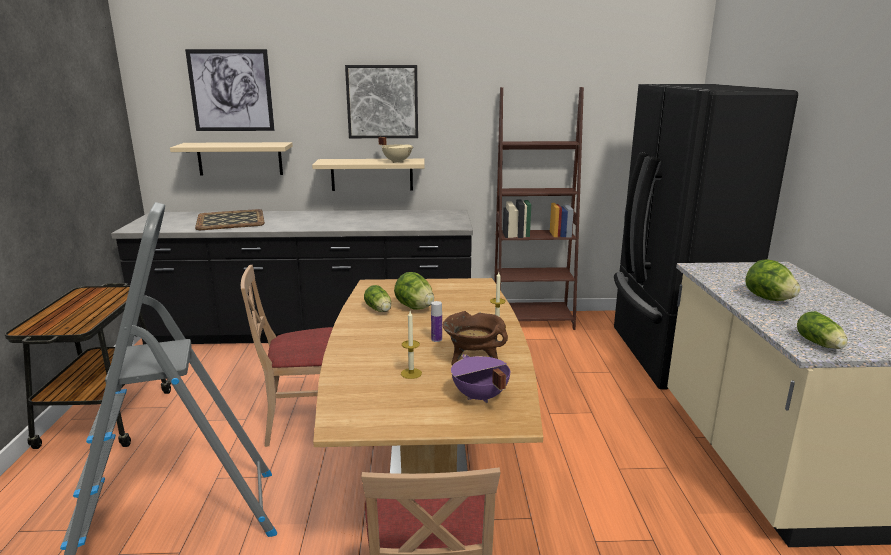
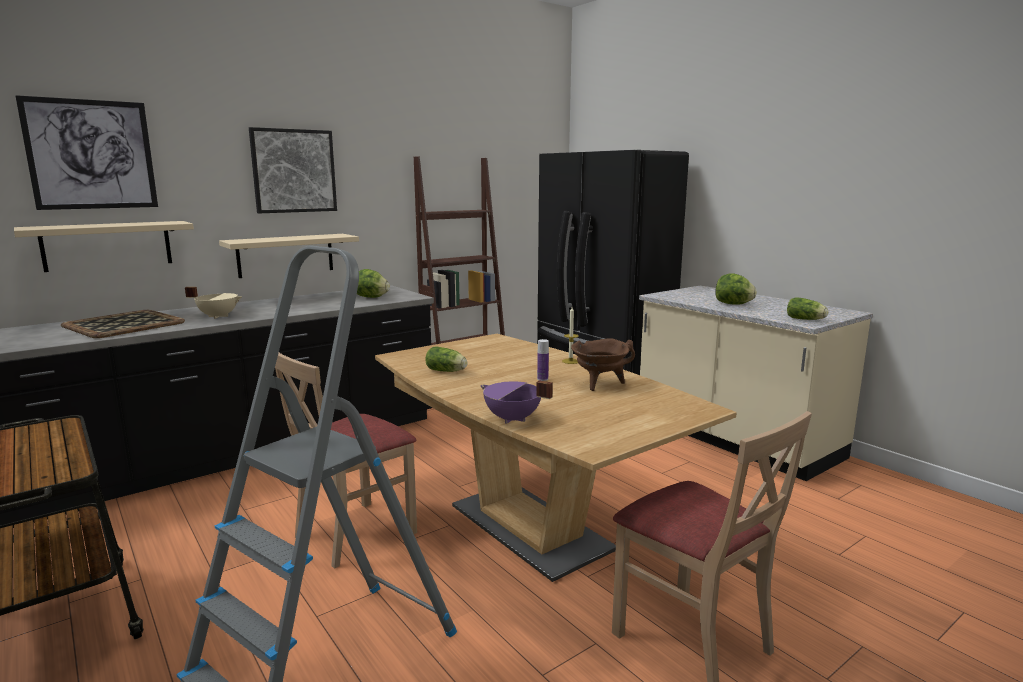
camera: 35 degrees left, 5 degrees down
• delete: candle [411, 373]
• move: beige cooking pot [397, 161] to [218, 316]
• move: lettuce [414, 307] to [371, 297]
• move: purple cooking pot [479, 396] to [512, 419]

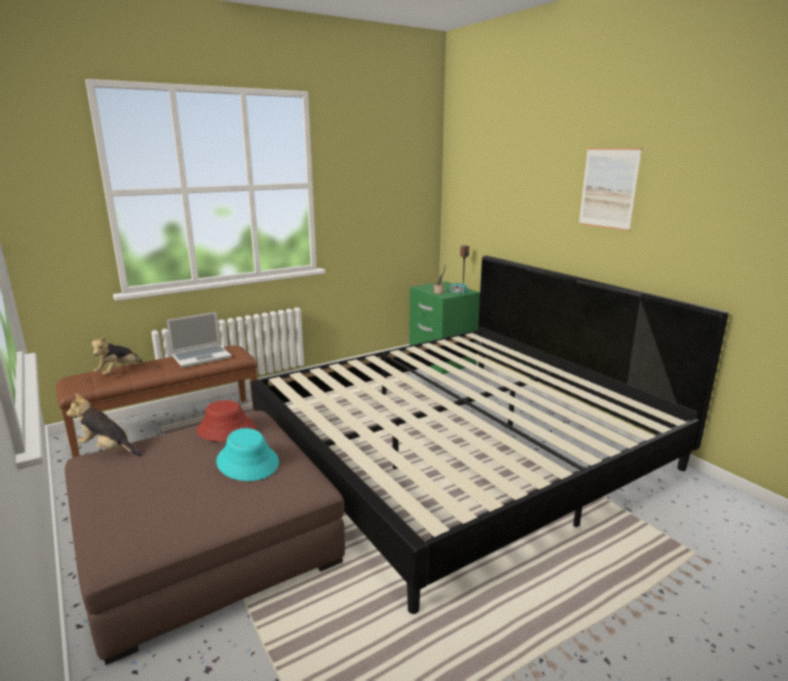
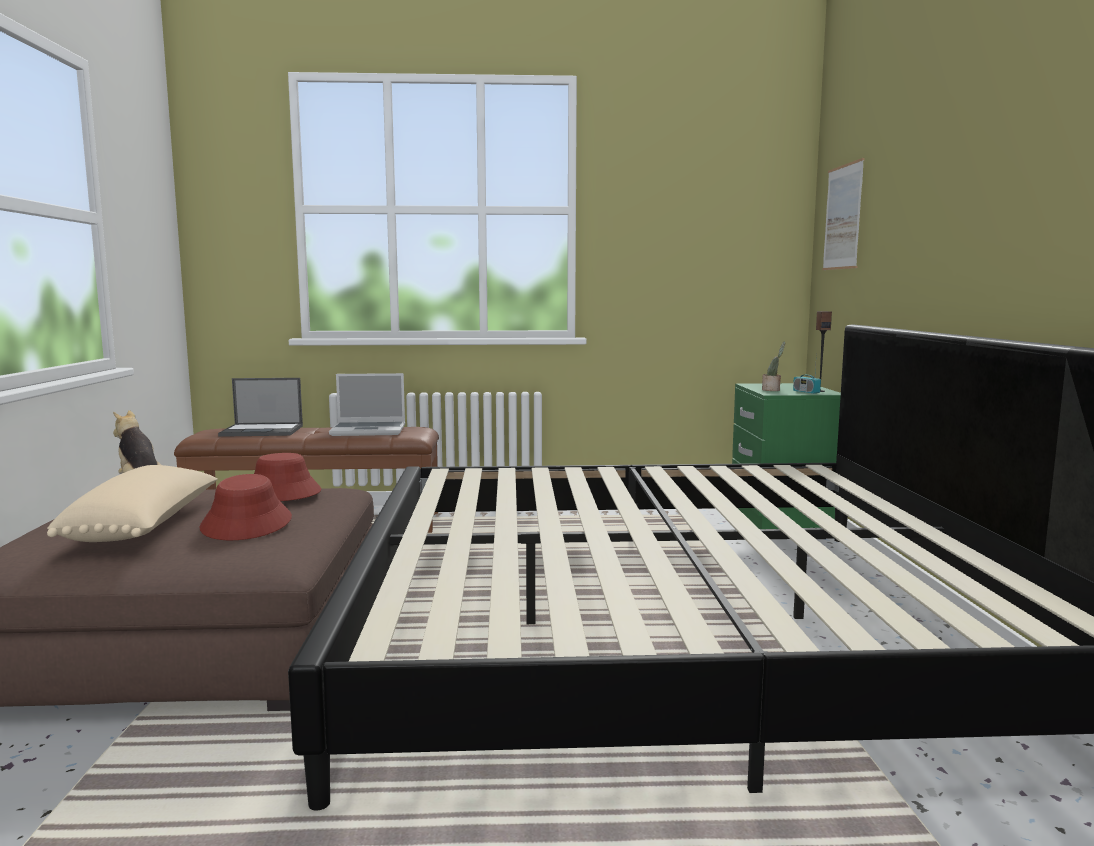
camera: 30 degrees right, 10 degrees down
• insert: beige pillow [146, 527]
• move: picture [608, 188] to [843, 217]
• replace: plush toy [119, 372] to laptop [263, 431]
• recolor: turquoise hat [248, 462] to red hat [247, 523]

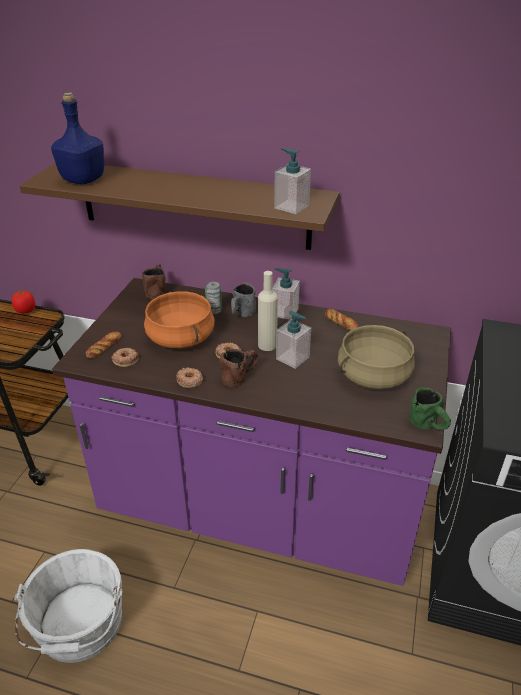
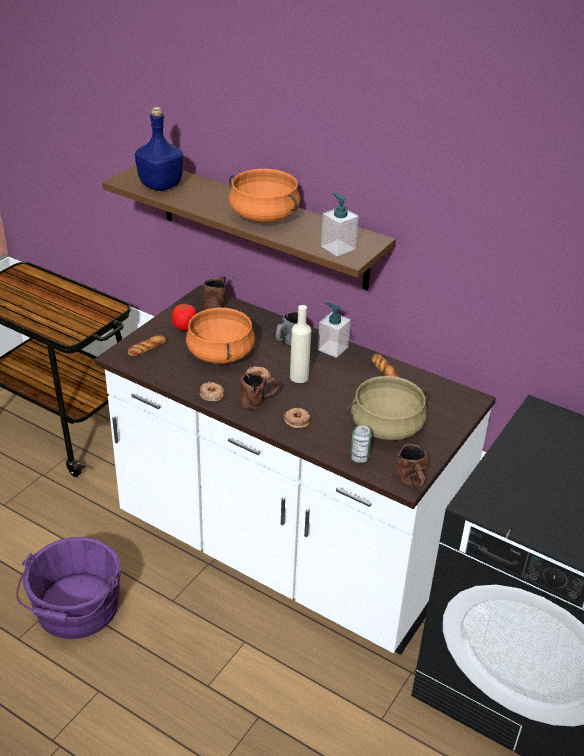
camera: 15 degrees right, 0 degrees up
• delete: soap dispenser [292, 358]
• insert: orange cooking pot [263, 216]
• move: tomato [26, 311] to [185, 327]
• move: donut [125, 359] to [297, 420]
• move: can [214, 311] to [359, 458]
• recolor: white bucket [79, 626] to purple bucket [75, 610]
• recolor: purple counter [260, 508] to white counter [284, 550]
• recolor: green mug [429, 426] to brown mug [412, 482]

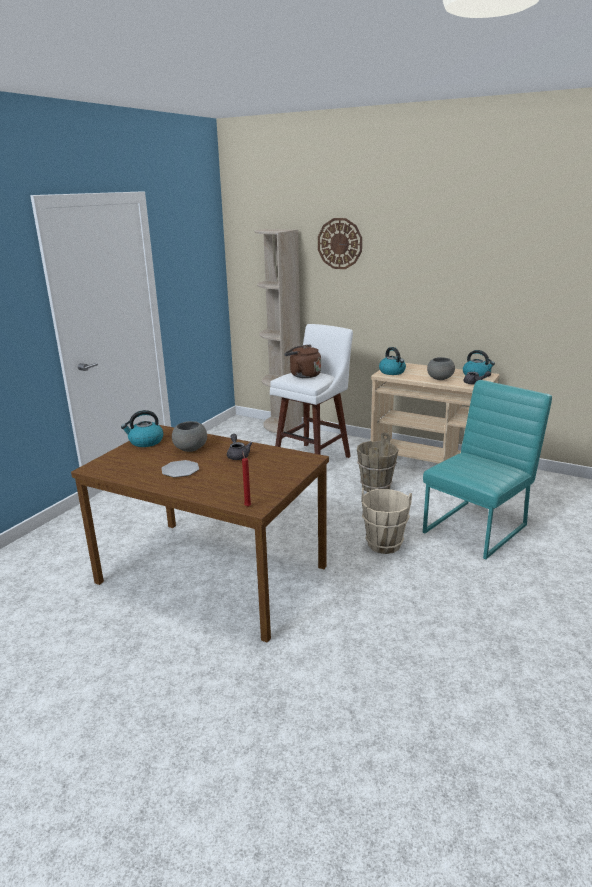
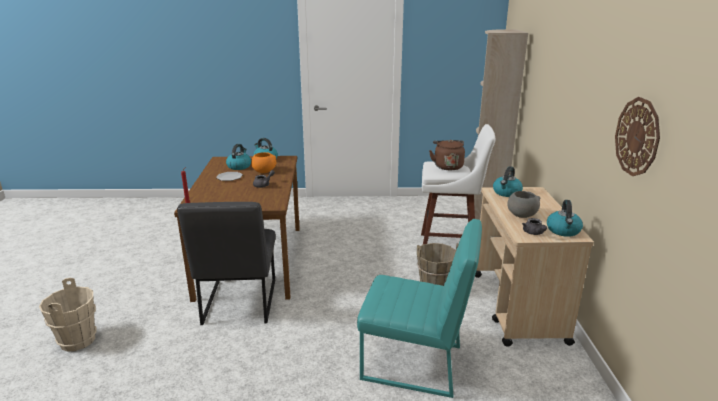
camera: 60 degrees right, 0 degrees up
• insert: grey chair [239, 303]
• insert: kettle [239, 166]
• move: wall clock [340, 243] to [637, 137]
• move: beige bucket [384, 544] to [78, 340]
• recolor: grey bowl [190, 449] to orange bowl [264, 171]

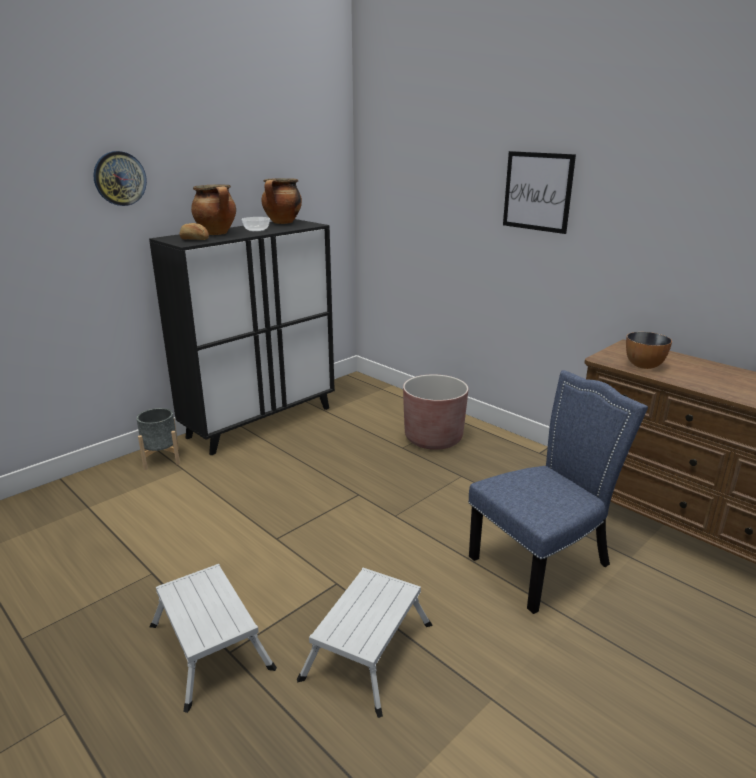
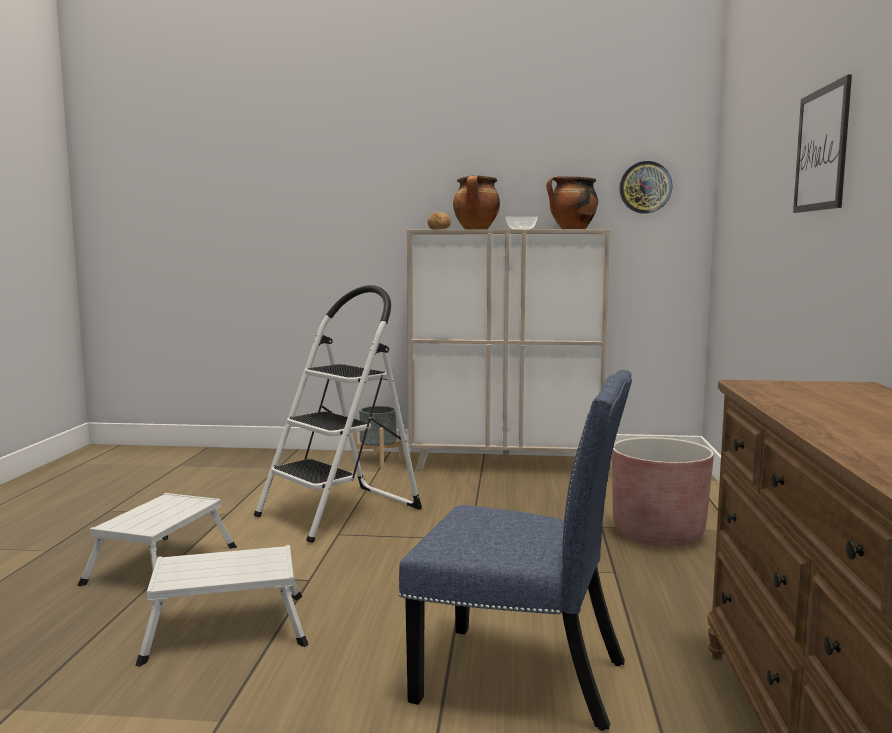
camera: 50 degrees right, 15 degrees down
• delete: bowl [644, 366]
• insert: step ladder [344, 512]
• move: wall clock [119, 178] to [645, 187]
• recolor: black cabinet [261, 422] to beige cabinet [505, 464]

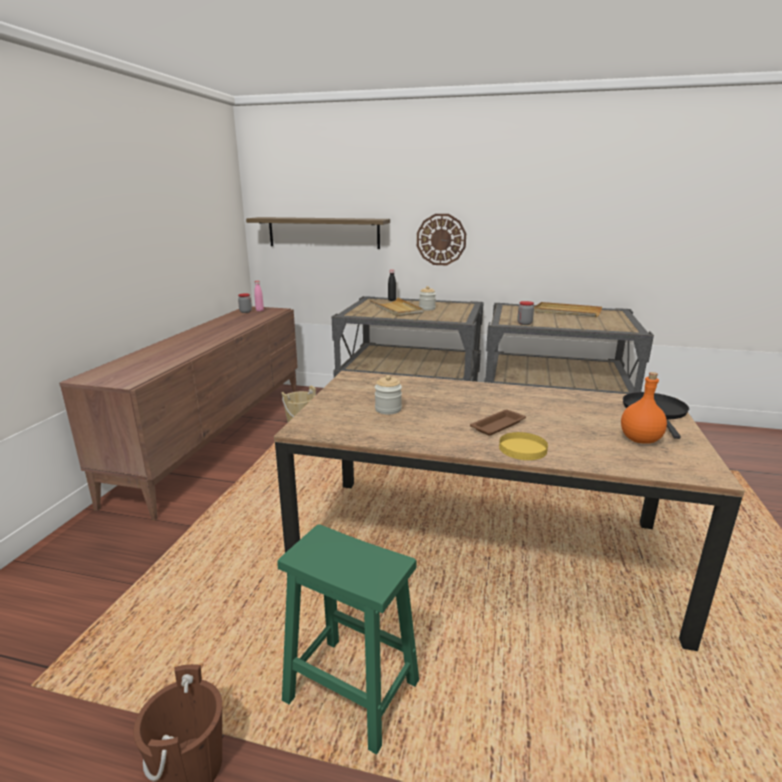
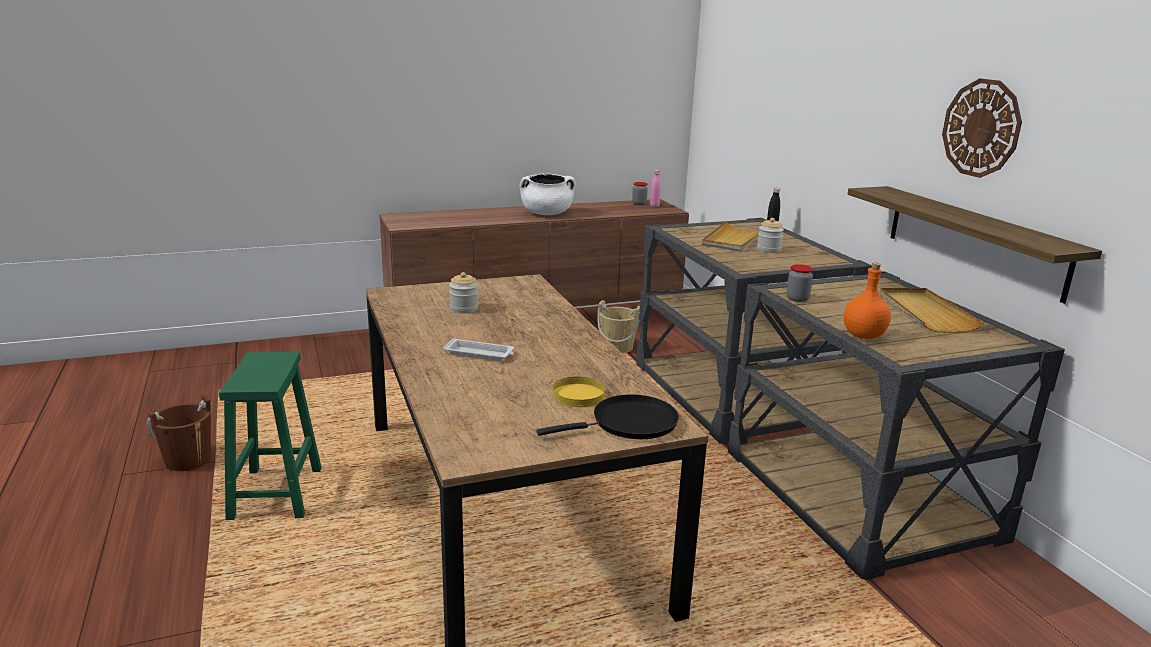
camera: 55 degrees right, 0 degrees up
• insert: white cooking pot [546, 214]
• move: shelf [323, 232] to [973, 240]
• move: wall clock [441, 239] to [981, 128]
• move: yellow plate [522, 448] to [578, 395]
• move: orange bottle [640, 440] to [864, 336]
• recolor: brown tray [498, 425] to white tray [480, 354]

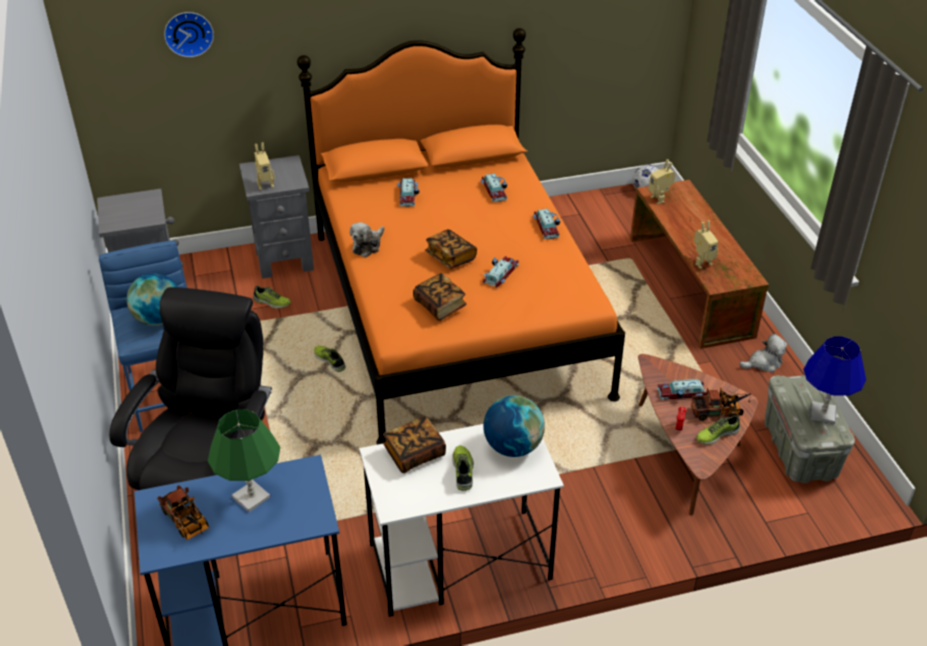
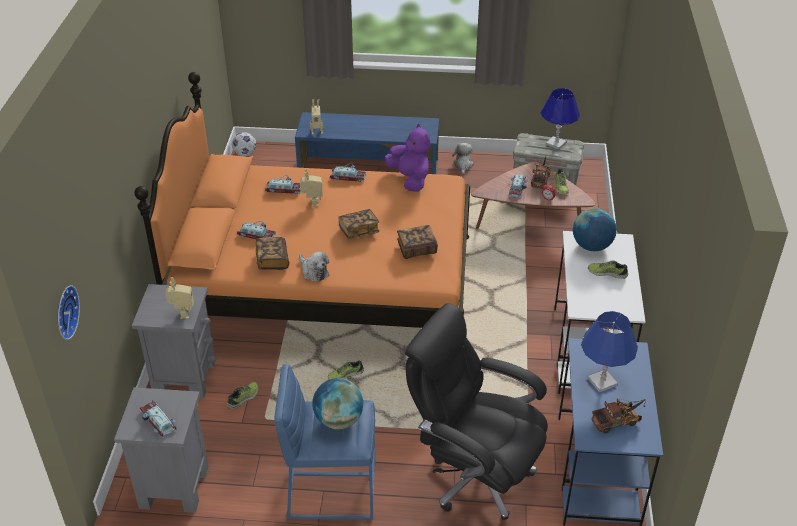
camera: 70 degrees left, 0 degrees up
• insert: purple plush toy [410, 179]
• move: wall clock [188, 33] to [64, 312]
• move: book [414, 453] to [272, 260]
• move: toy car [499, 275] to [157, 422]
• move: toy robot [702, 262] to [312, 202]
• recolor: green table lamp [251, 497] to blue table lamp [602, 381]
• recolor: brown bench [692, 286] to blue bench [369, 169]

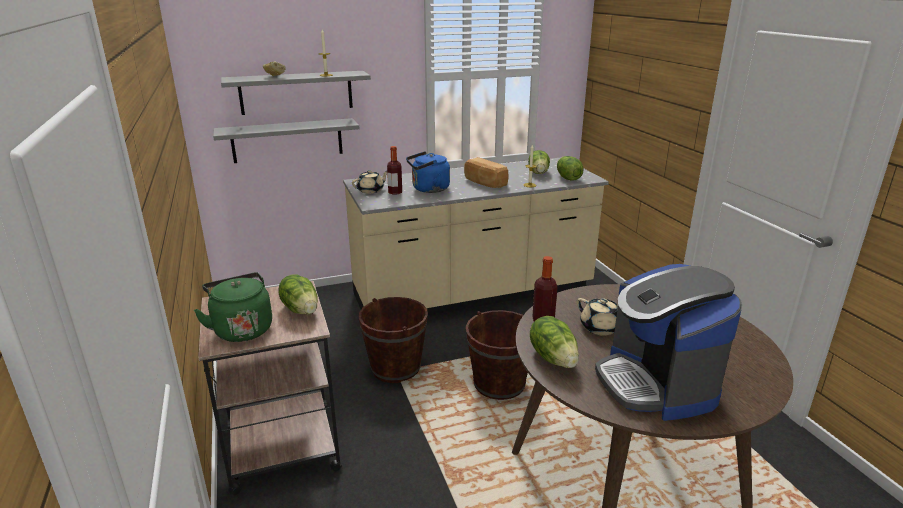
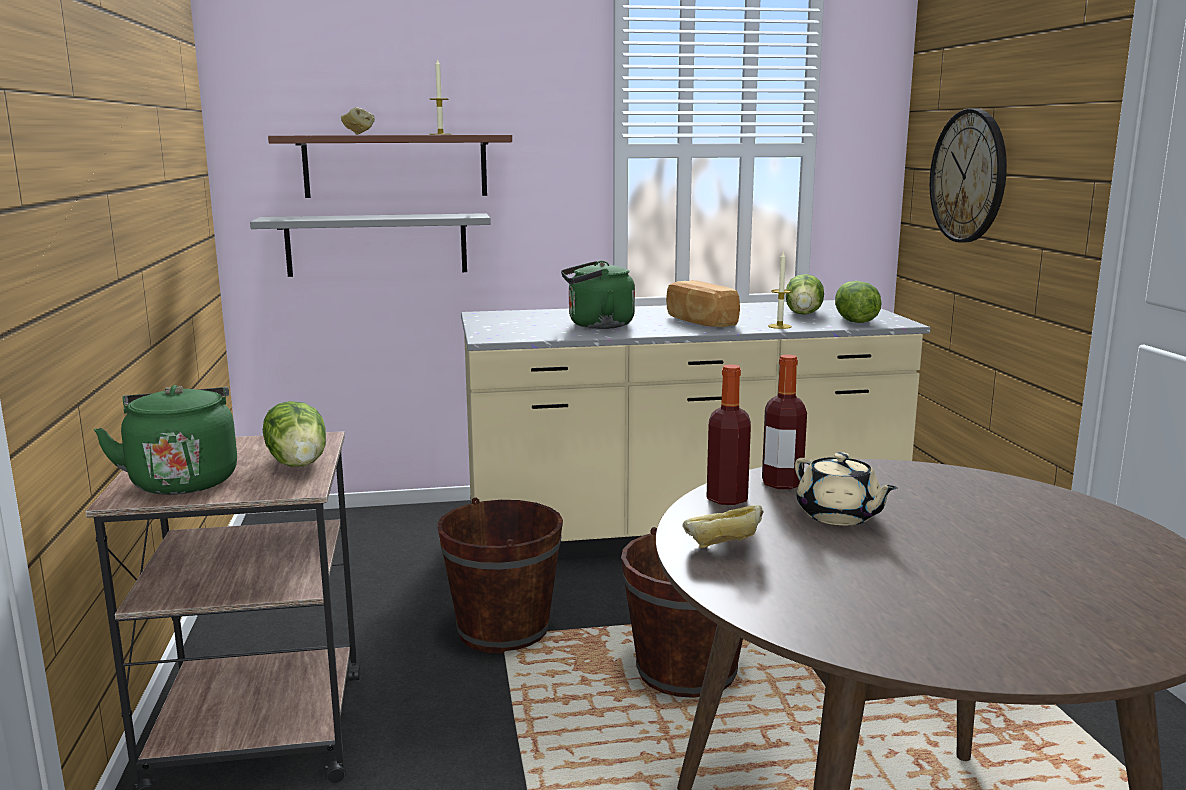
camera: 10 degrees right, 10 degrees down
• delete: beige teapot [371, 190]
• delete: coffee machine [656, 383]
• insert: wall clock [969, 176]
• move: bottle [395, 192] to [782, 483]
• replace: lettuce [554, 357] to bread [722, 550]
• recolor: grey shelf [296, 92] to brown shelf [395, 166]
• recolor: blue kettle [428, 189] to green kettle [596, 325]

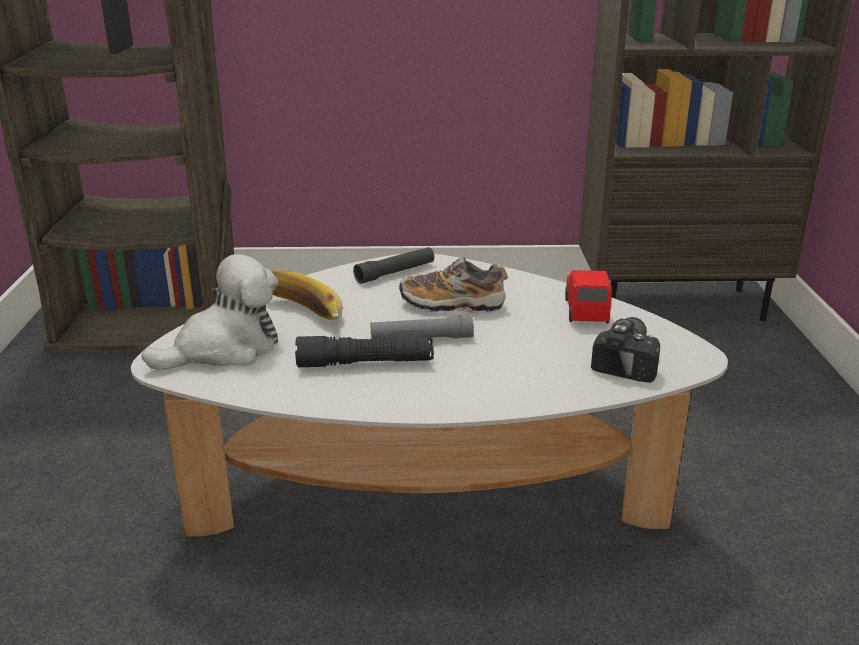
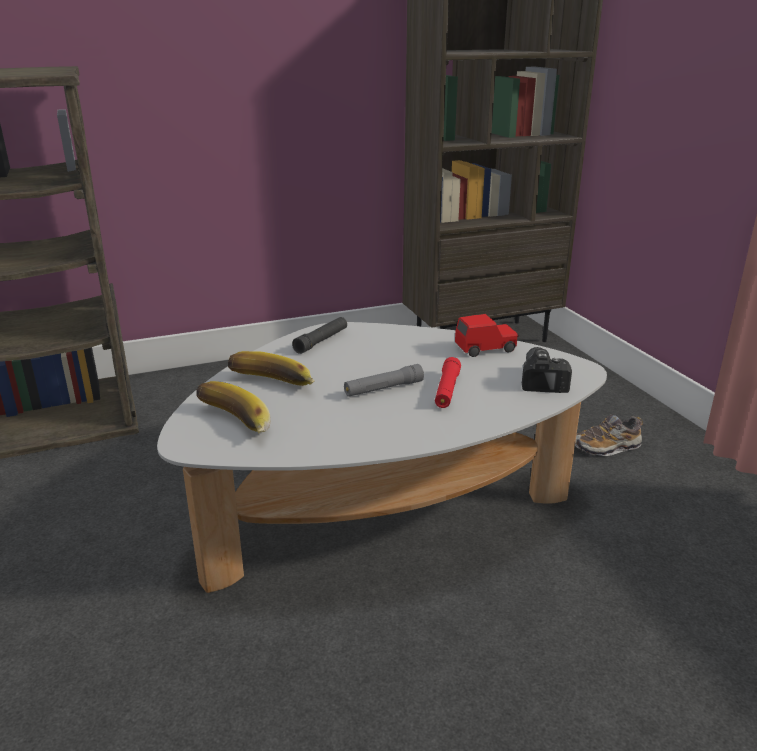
camera: 20 degrees left, 0 degrees up
• delete: black flashlight [365, 363]
• insert: red flashlight [447, 390]
• move: shoe [452, 305] to [606, 447]
• replace: plush toy [224, 350] to banana [231, 424]
• rotate: red toy car [586, 311] = [485, 349] 90 degrees clockwise

